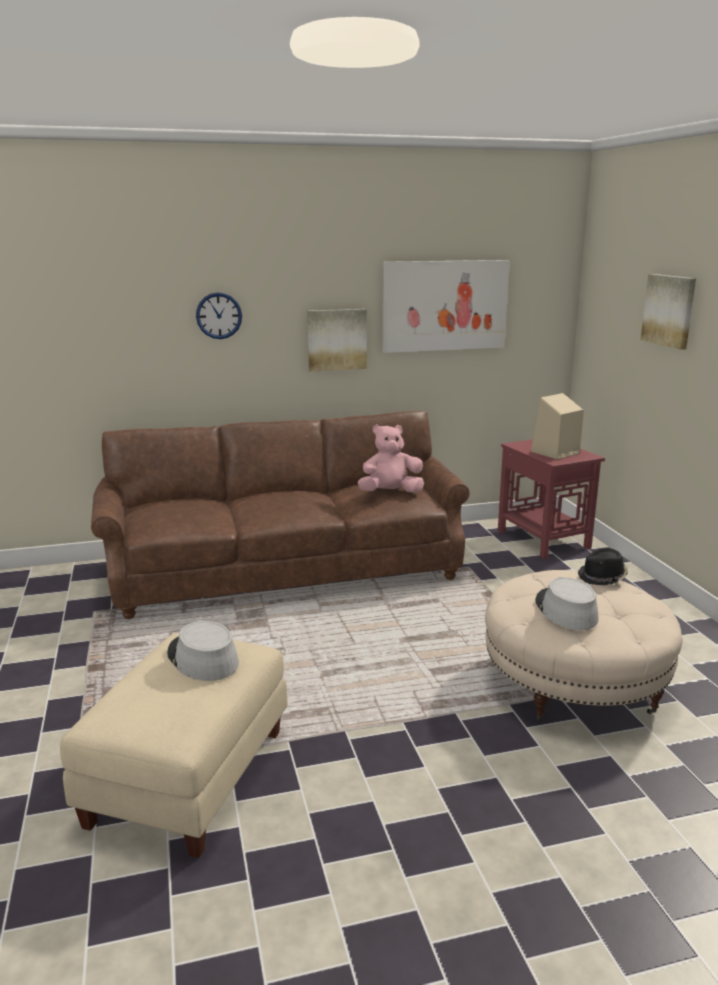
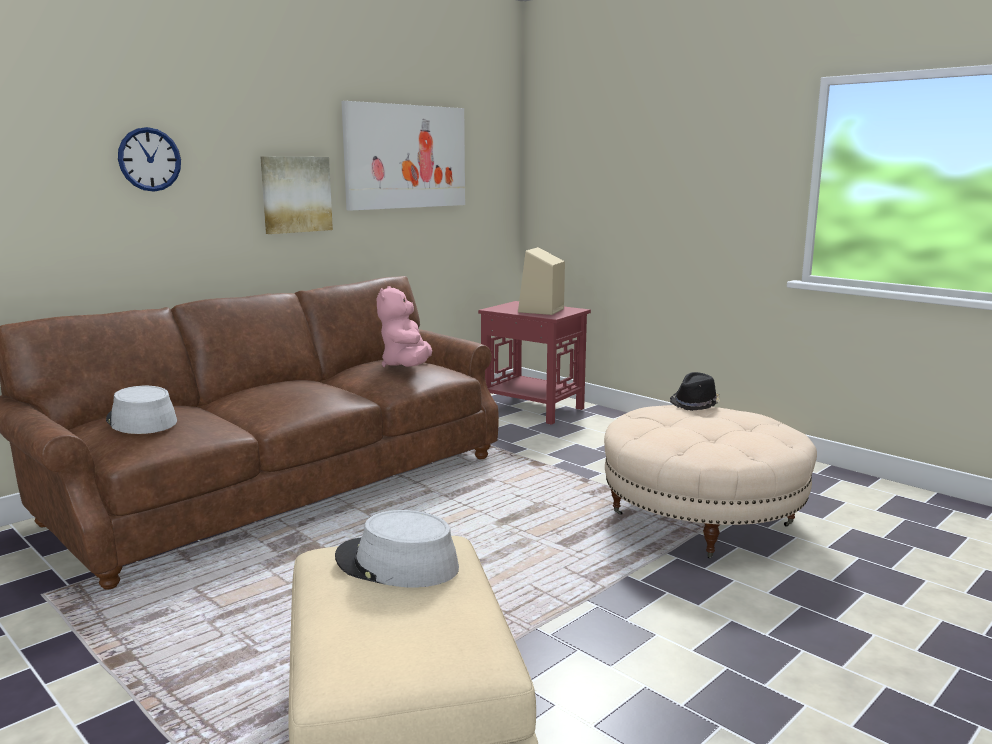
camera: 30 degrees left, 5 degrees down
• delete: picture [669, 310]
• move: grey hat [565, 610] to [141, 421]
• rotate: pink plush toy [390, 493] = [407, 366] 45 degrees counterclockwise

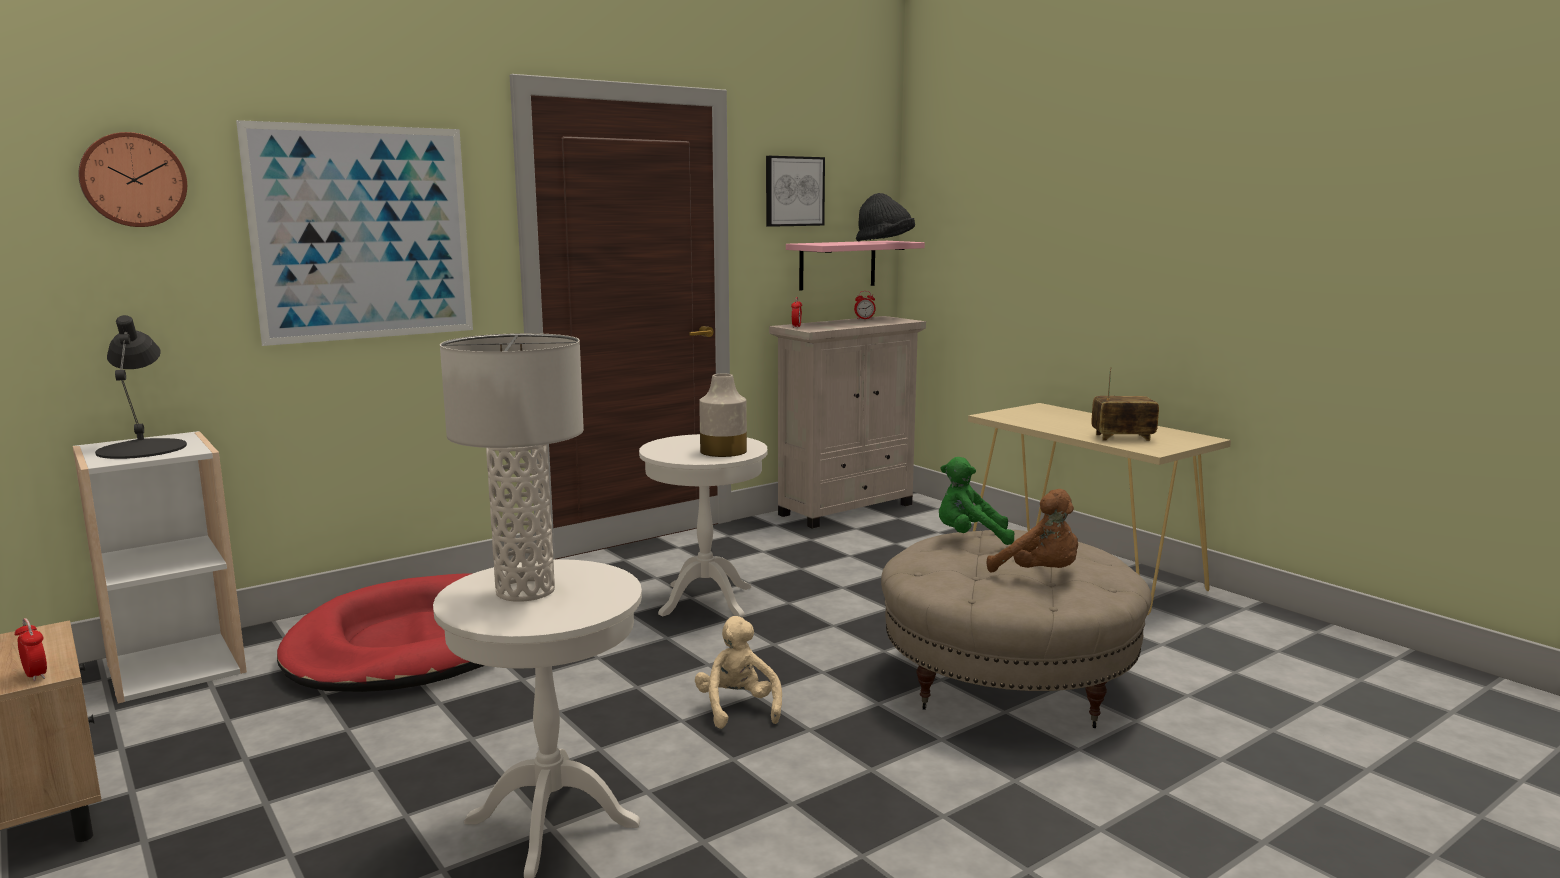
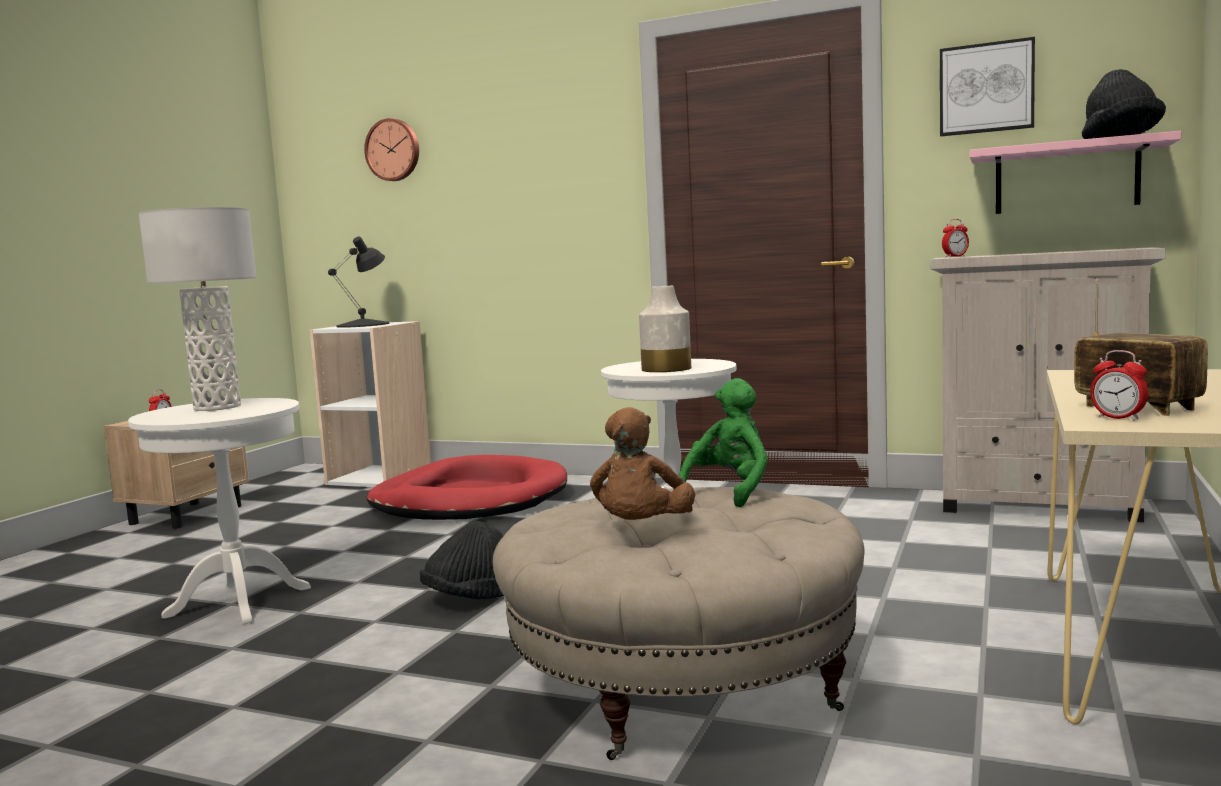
camera: 60 degrees right, 5 degrees down
• delete: picture [363, 233]
• move: alarm clock [864, 319] to [1118, 418]
• replace: beige plush toy [738, 708] to black hat [469, 598]
• rotate: green plush toy [970, 538] = [729, 491] 60 degrees clockwise

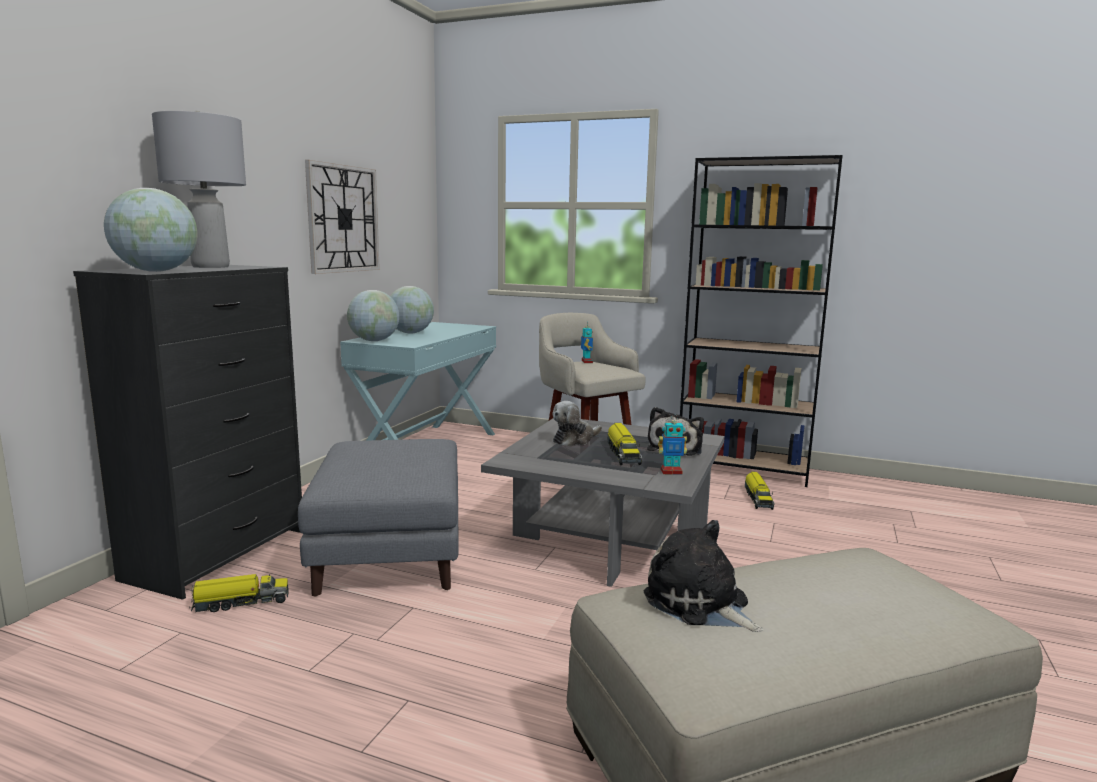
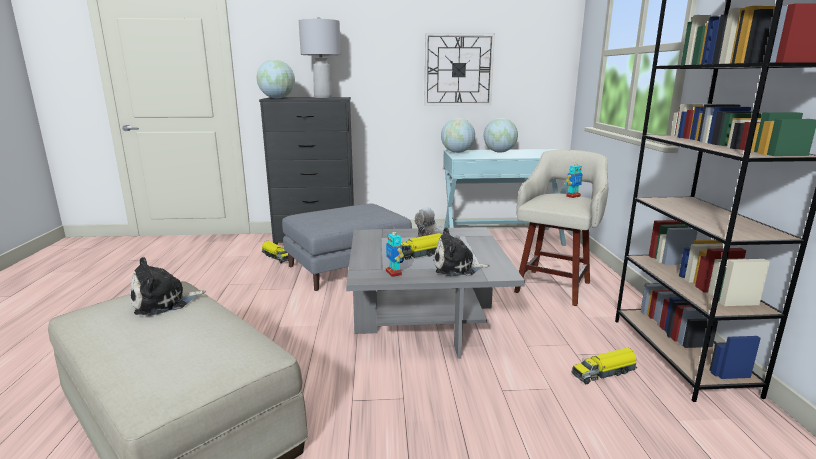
camera: 65 degrees right, 5 degrees up
• rotate: plush toy [699, 603] = [164, 302] 150 degrees counterclockwise

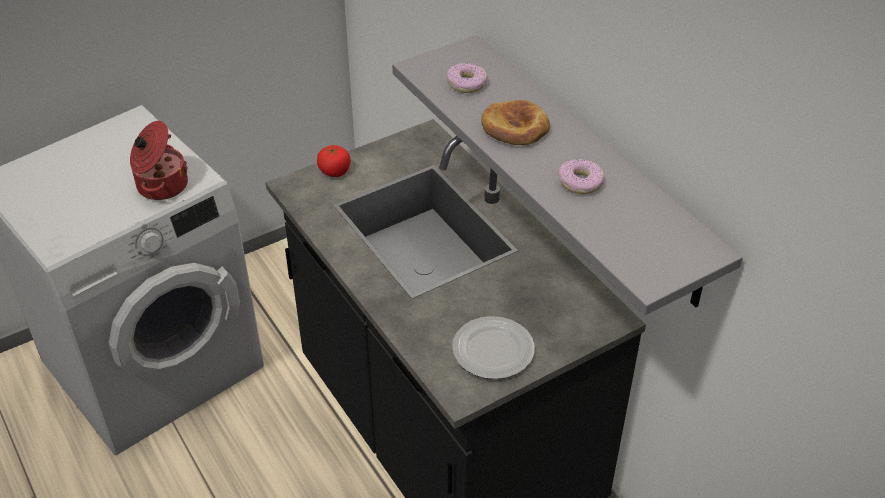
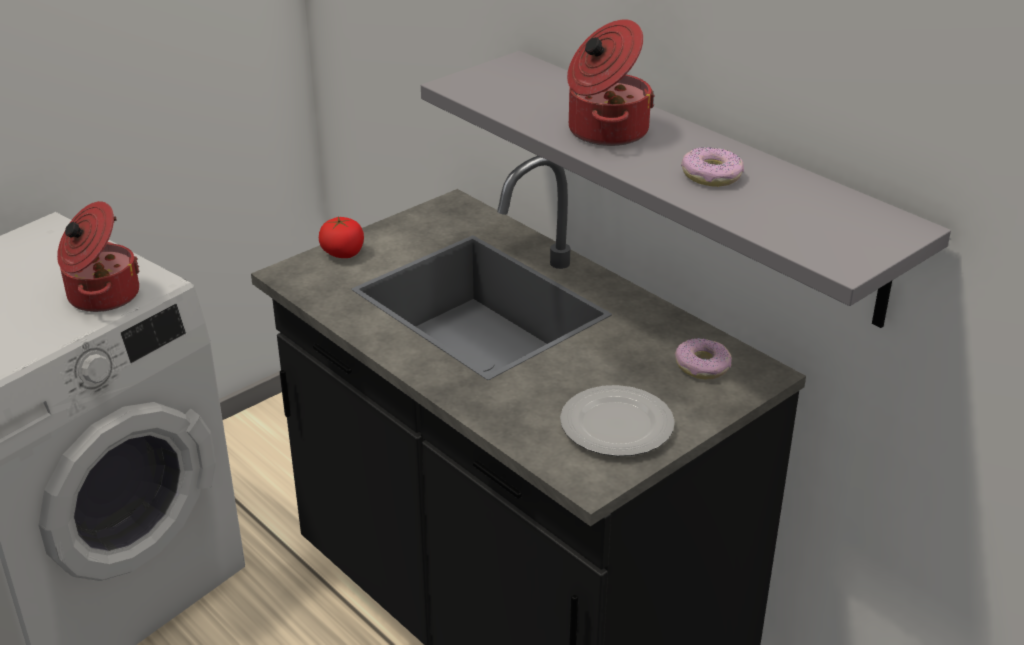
camera: 10 degrees left, 10 degrees down
• move: donut [466, 83] to [702, 366]
• replace: bread [515, 127] to cooking pot [605, 131]

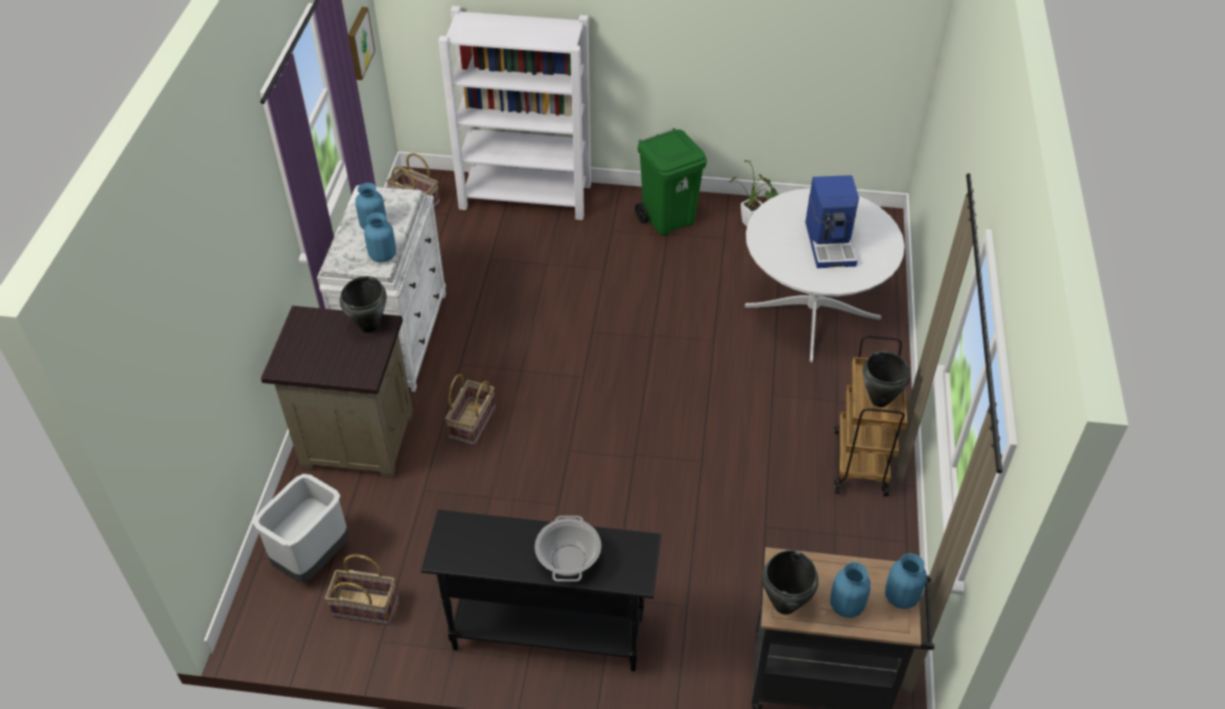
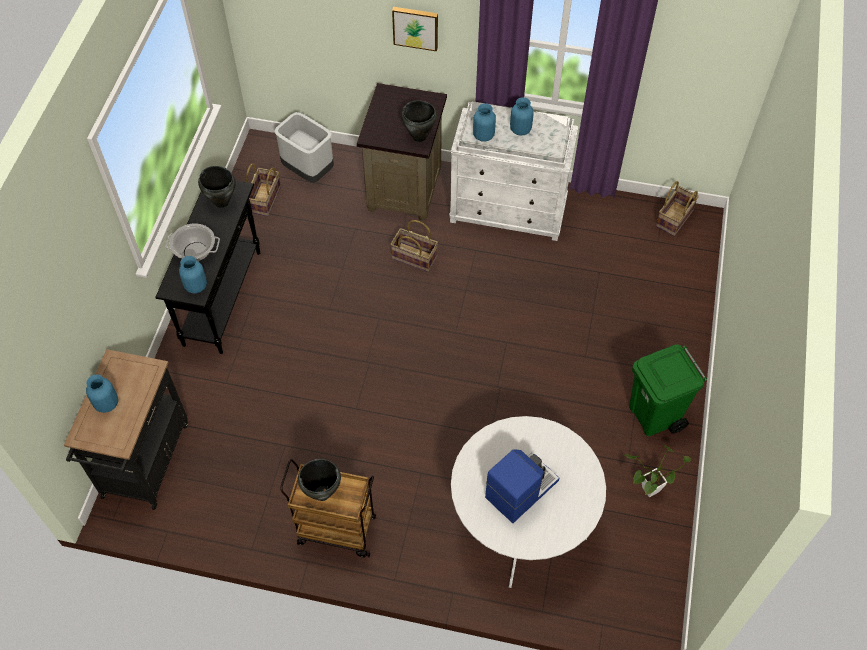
camera: 95 degrees right, 10 degrees up
• delete: white bookcase [525, 196]
• move: picture [358, 43] to [415, 27]
• move: black cooking pot [784, 605] to [222, 202]
• move: blue vase [901, 596] to [196, 286]
• rotate: coffee machine [831, 243] = [520, 489] 135 degrees clockwise

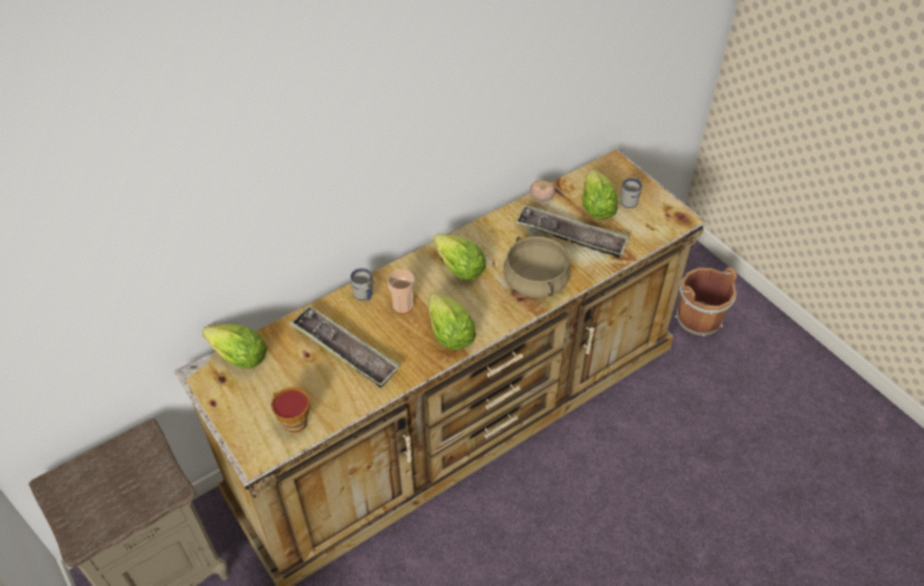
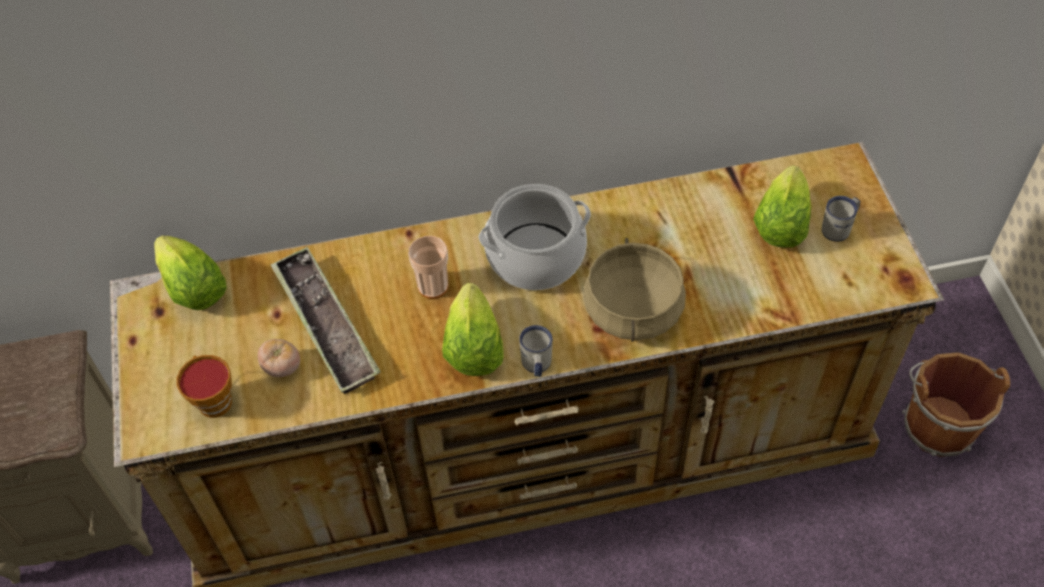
camera: 25 degrees right, 5 degrees up
• delete: tray [571, 236]
• move: white mug [364, 296] to [536, 366]
• move: tomato [541, 198] to [282, 367]
• replace: lettuce [459, 269] to cooking pot [535, 257]

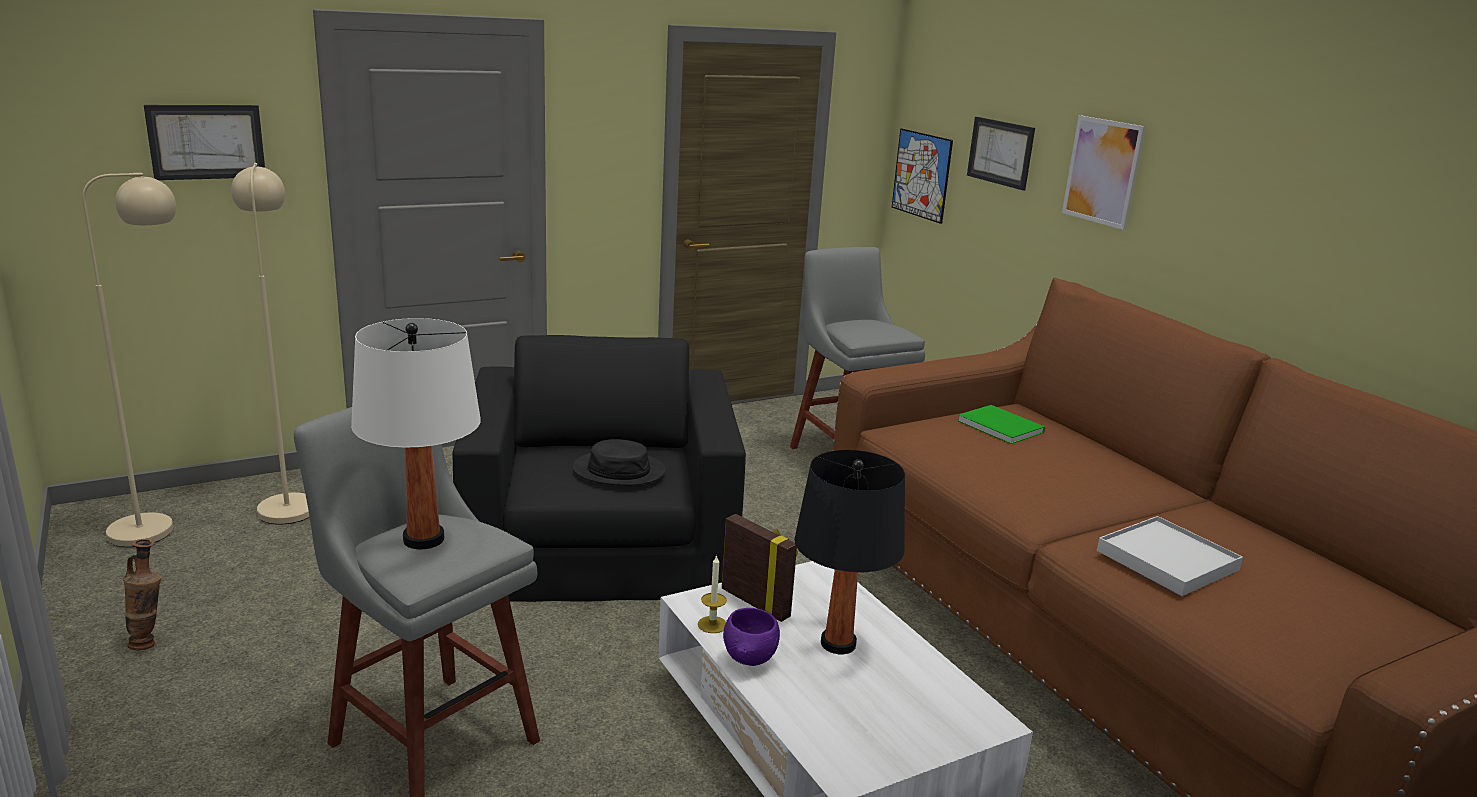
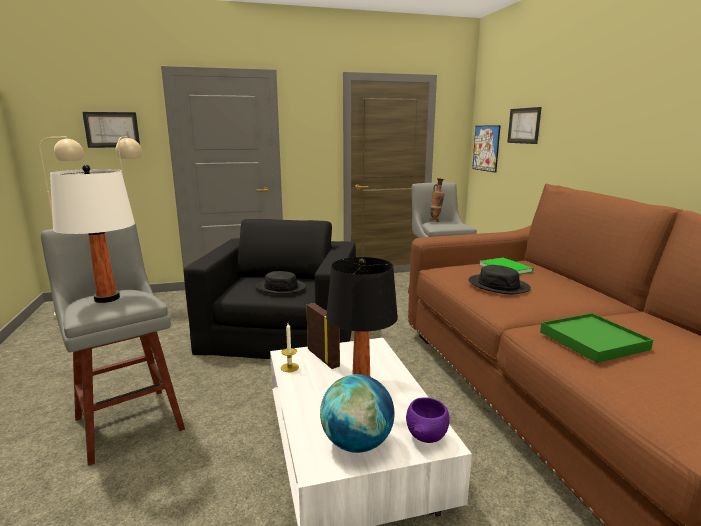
camera: 15 degrees right, 5 degrees down
• delete: picture [1102, 171]
• insert: globe [357, 444]
• insert: black hat [498, 285]
• move: vase [150, 642] to [436, 221]
• move: purple bowl [749, 661] to [426, 438]
• recolor: white tray [1167, 560] to green tray [593, 340]

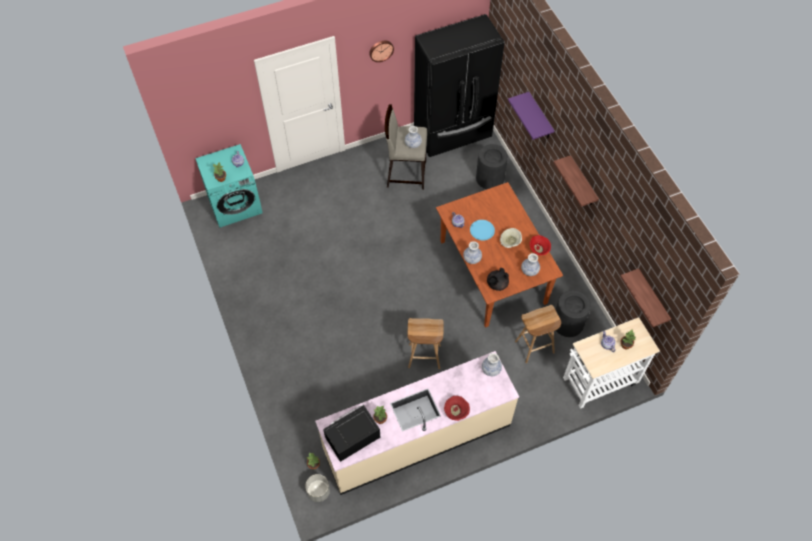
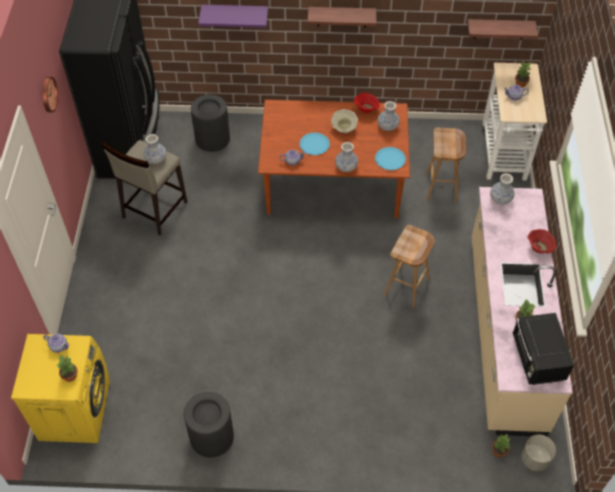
camera: 65 degrees left, 5 degrees down
• move: black trash can [568, 323] to [211, 436]
• replace: black teapot [496, 284] to blue plate [390, 159]
• recolor: turquoise washing machine [235, 206] to yellow washing machine [75, 411]

